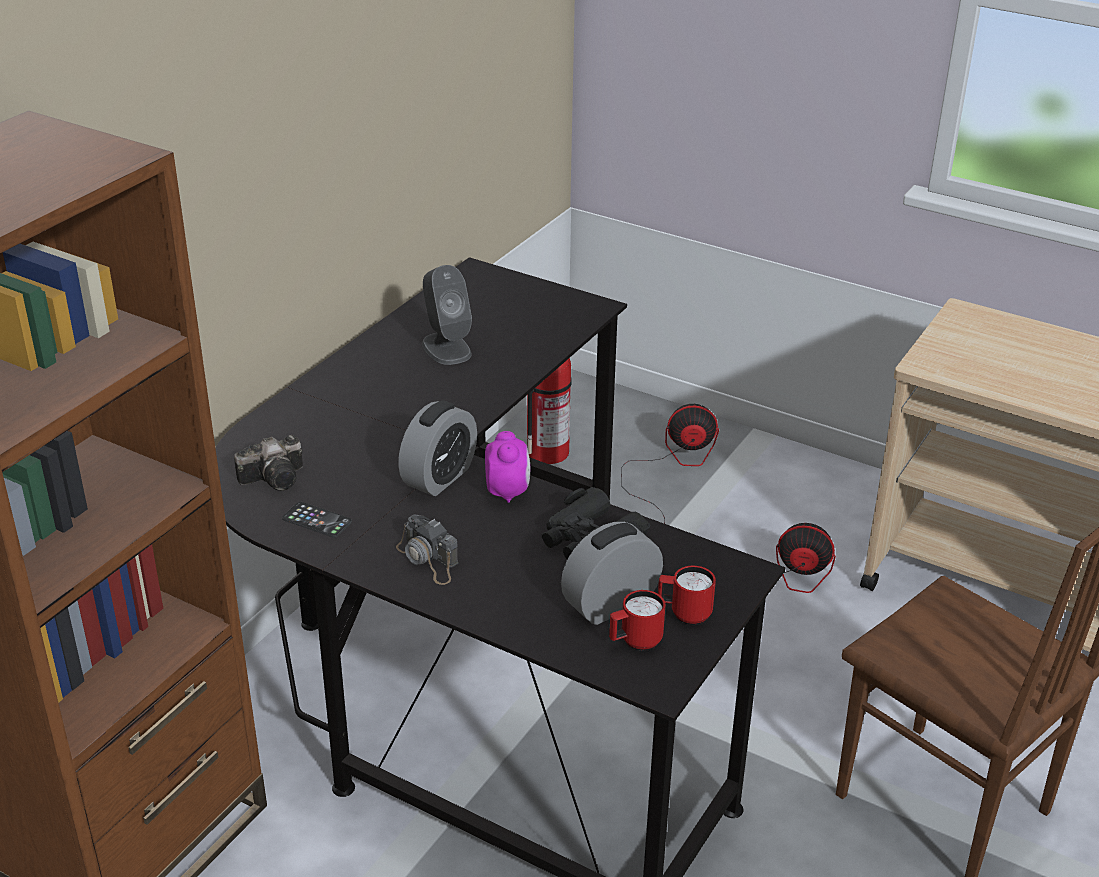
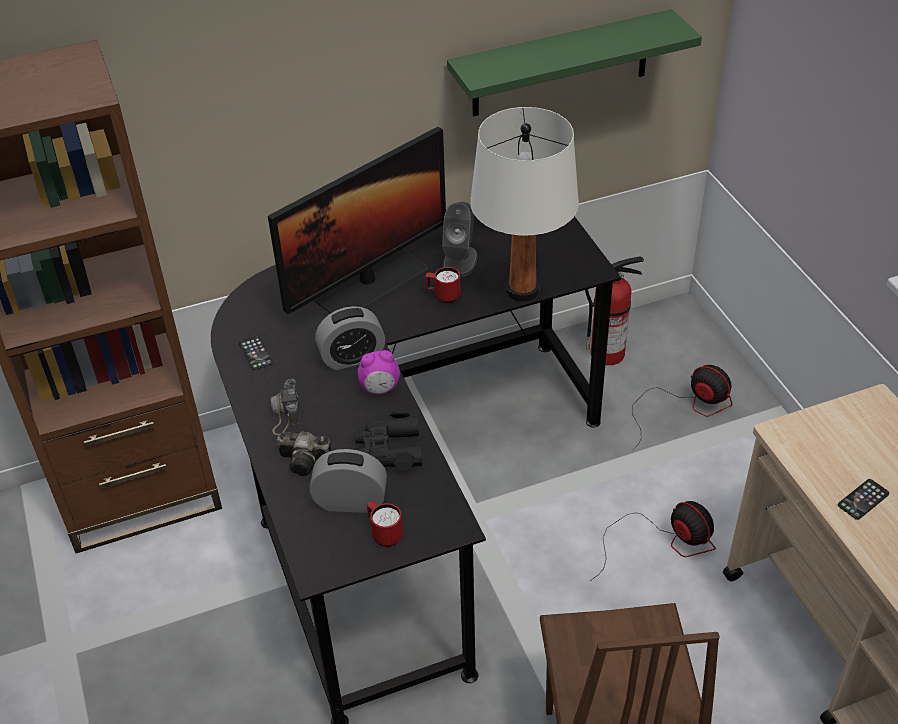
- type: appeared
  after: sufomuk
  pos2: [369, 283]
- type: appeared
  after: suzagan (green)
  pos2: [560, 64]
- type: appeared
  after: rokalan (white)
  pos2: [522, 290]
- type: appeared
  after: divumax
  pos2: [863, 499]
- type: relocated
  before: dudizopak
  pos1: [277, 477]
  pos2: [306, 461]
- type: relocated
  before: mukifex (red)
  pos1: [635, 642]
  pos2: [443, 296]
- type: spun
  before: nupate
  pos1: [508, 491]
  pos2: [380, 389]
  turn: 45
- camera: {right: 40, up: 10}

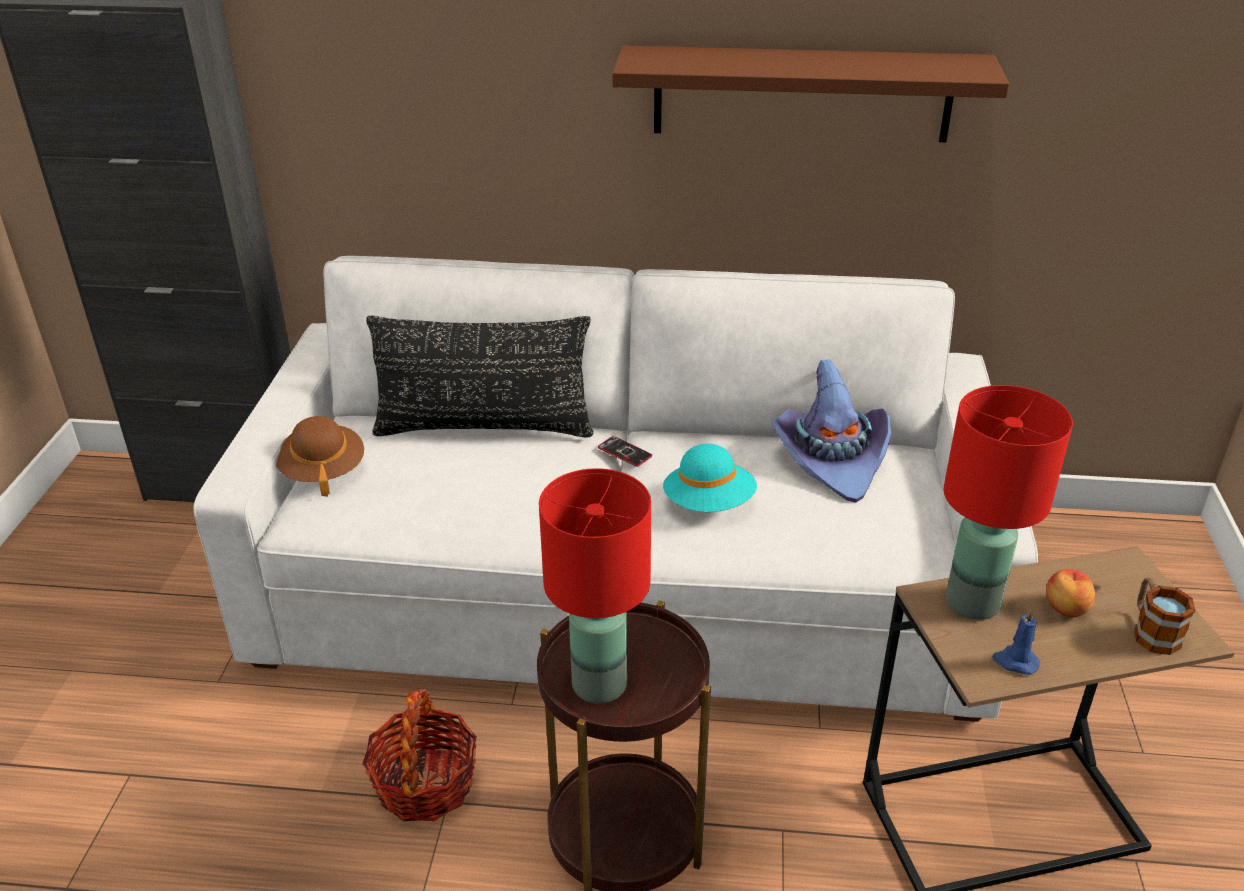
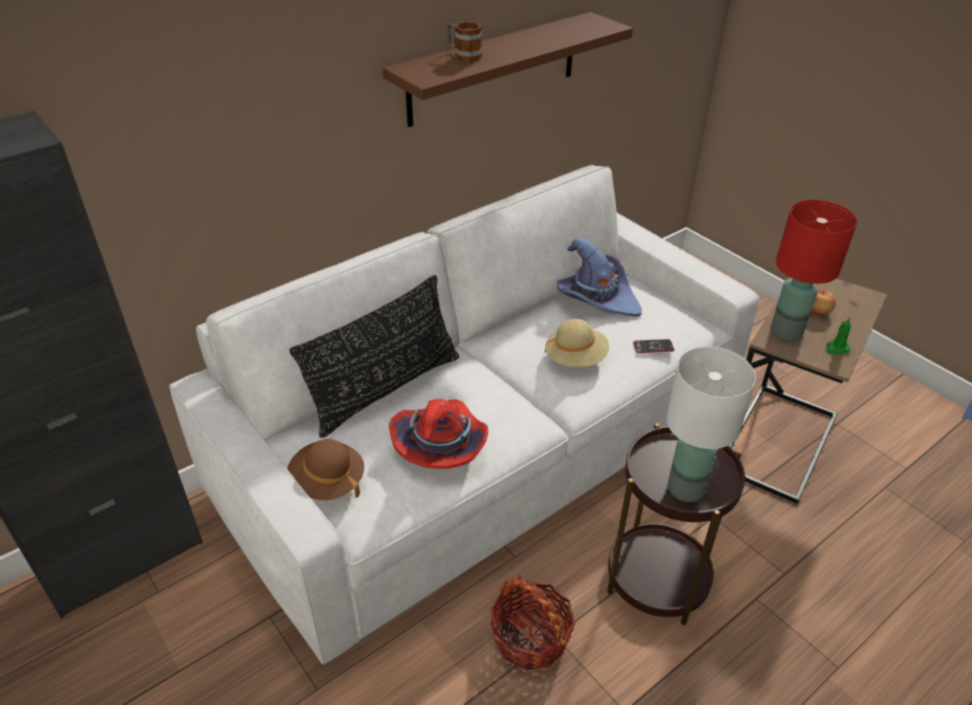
- type: appeared
  after: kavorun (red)
  pos2: [441, 443]
- type: relocated
  before: divumax
  pos1: [624, 452]
  pos2: [653, 347]
- type: relocated
  before: mukifex
  pos1: [1151, 631]
  pos2: [463, 55]
- type: colour
  before: rokalan (red)
  after: rokalan (white)
  pos1: [601, 683]
  pos2: [686, 487]
- type: colour
  before: kavorun (turquoise)
  after: kavorun (beige)
  pos1: [709, 504]
  pos2: [576, 358]
- type: colour
  before: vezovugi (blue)
  after: vezovugi (green)
  pos1: [1015, 661]
  pos2: [836, 348]
- camera: {right: -45, up: 5}

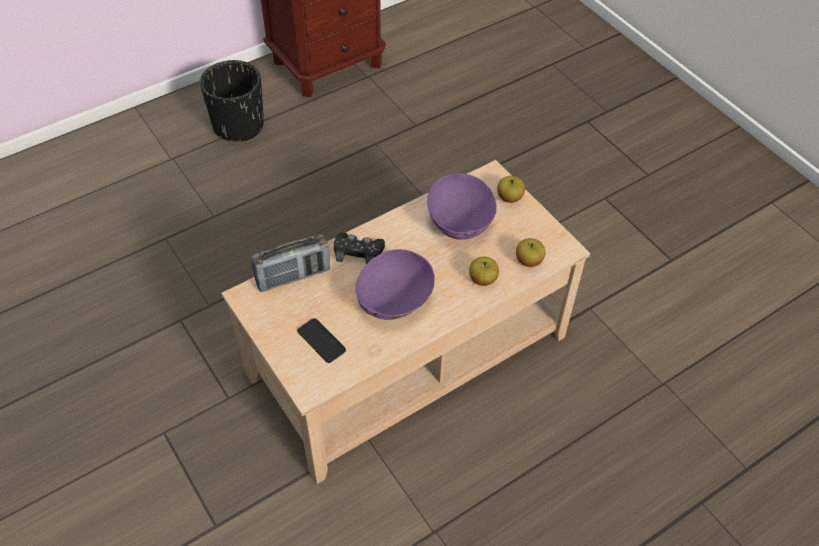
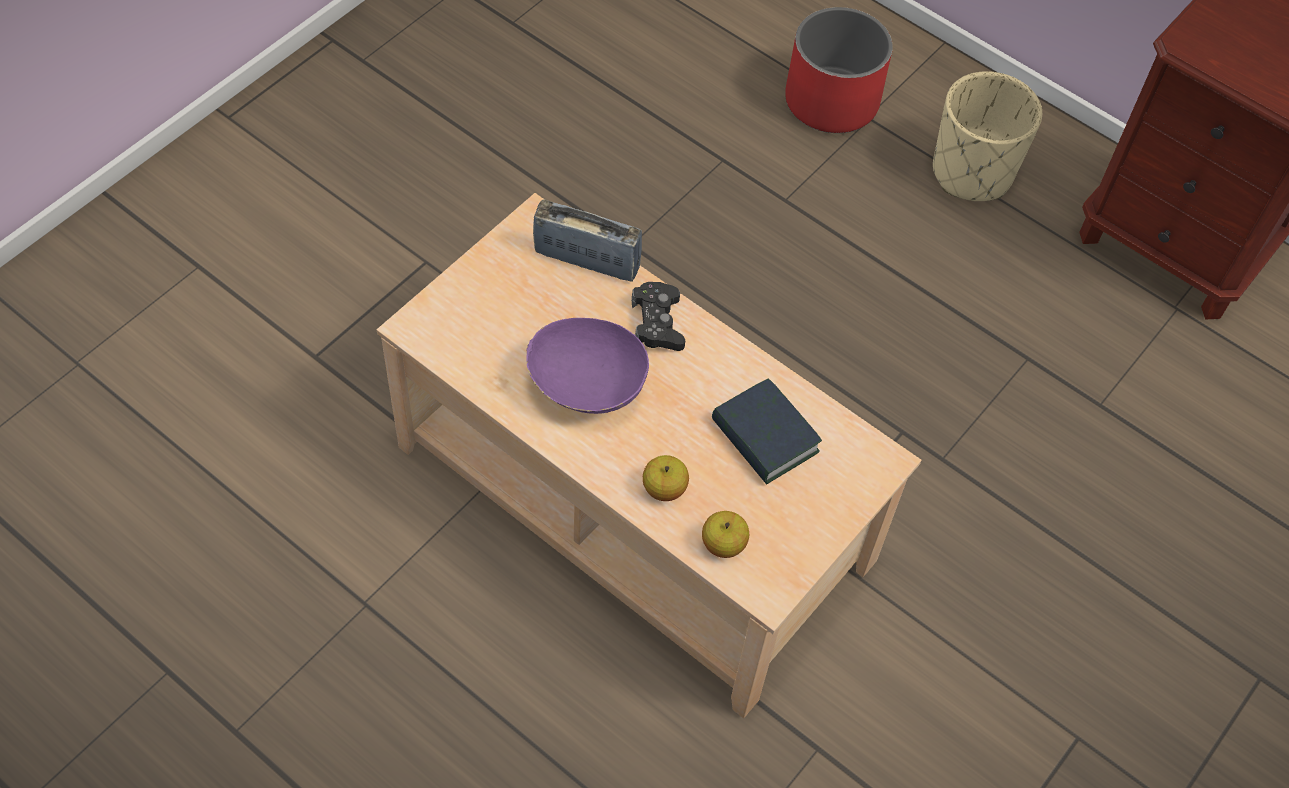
- type: missing
  before: divumax
  pos1: [321, 341]
- type: missing
  before: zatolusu
  pos1: [509, 197]
- type: appeared
  after: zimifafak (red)
  pos2: [832, 101]
- type: exchanged
  before: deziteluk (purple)
  after: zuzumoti
  pos1: [460, 222]
  pos2: [764, 437]
- type: colour
  before: zimifafak (black)
  after: zimifafak (beige)
  pos1: [239, 126]
  pos2: [972, 173]
- type: spun
  before: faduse
  pos1: [293, 277]
  pos2: [587, 260]
  turn: 150
- camera: {right: 70, up: 5}

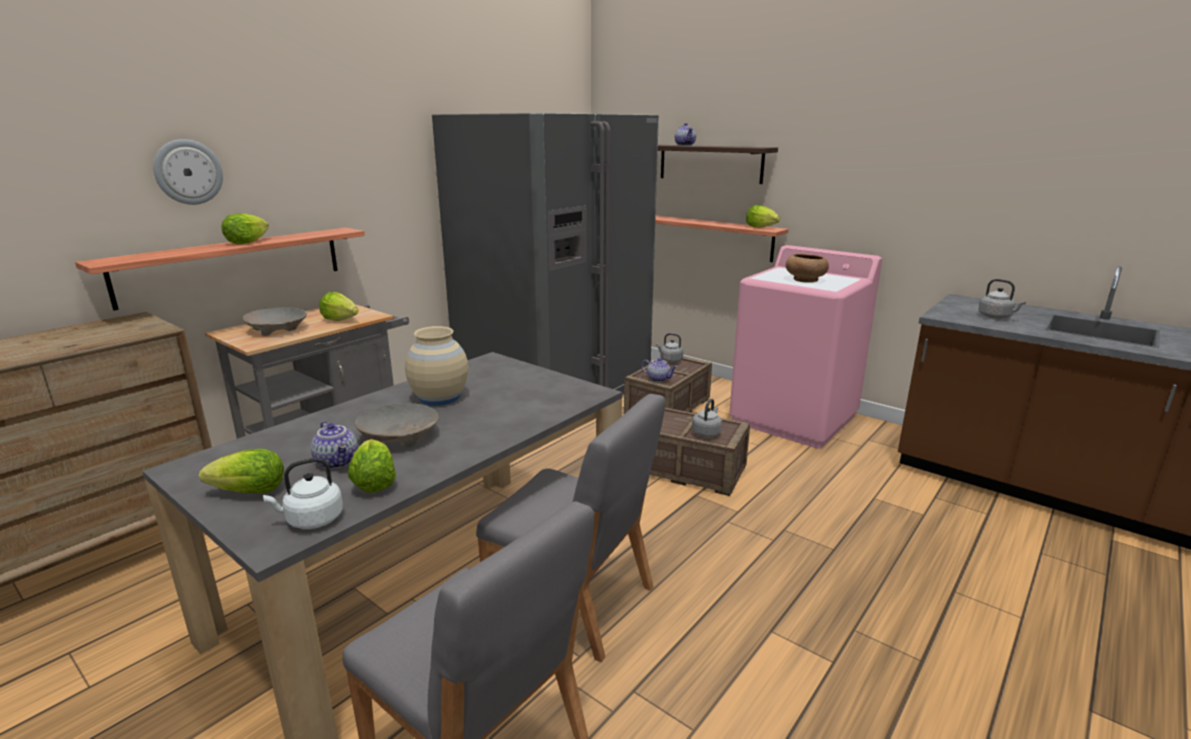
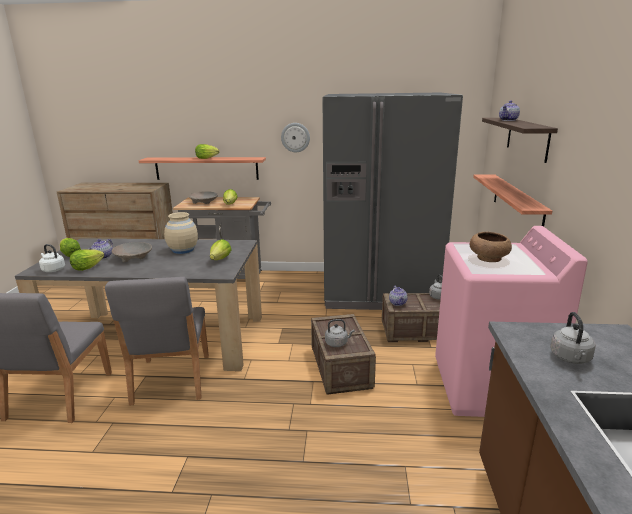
- type: relocated
  before: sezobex
  pos1: [188, 172]
  pos2: [295, 137]
- type: relocated
  before: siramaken
  pos1: [760, 227]
  pos2: [220, 259]
- camera: {right: 55, up: 0}

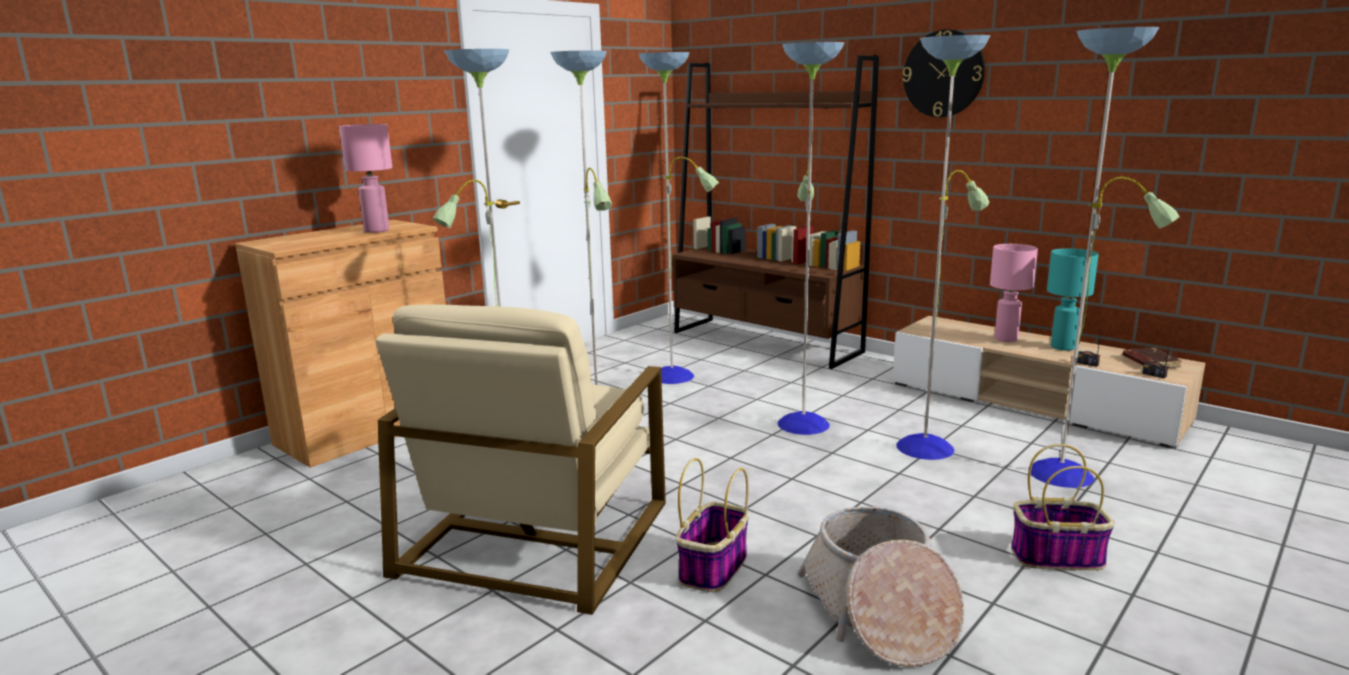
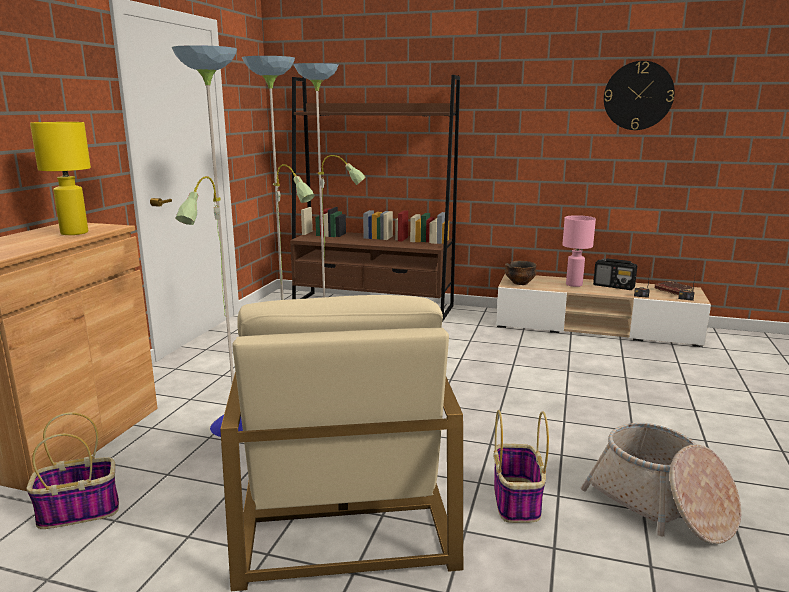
- type: missing
  before: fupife
  pos1: [926, 446]
- type: appeared
  after: deziteluk
  pos2: [520, 283]
- type: relocated
  before: sezobex
  pos1: [943, 74]
  pos2: [638, 96]
- type: relocated
  before: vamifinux
  pos1: [1057, 557]
  pos2: [80, 511]
- type: exchanged
  before: rokalan (turquoise)
  after: faduse
  pos1: [1063, 347]
  pos2: [614, 286]
- type: colour
  before: rokalan (pink)
  after: rokalan (yellow)
  pos1: [377, 230]
  pos2: [75, 233]
- camera: {right: -25, up: 0}

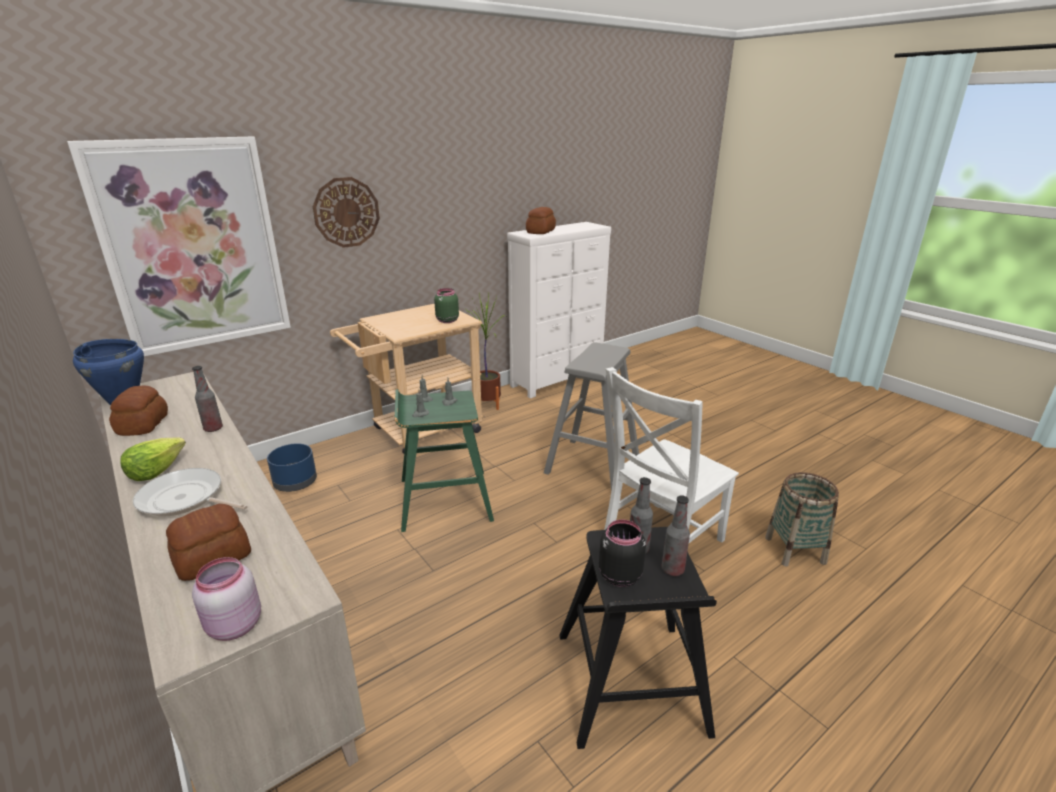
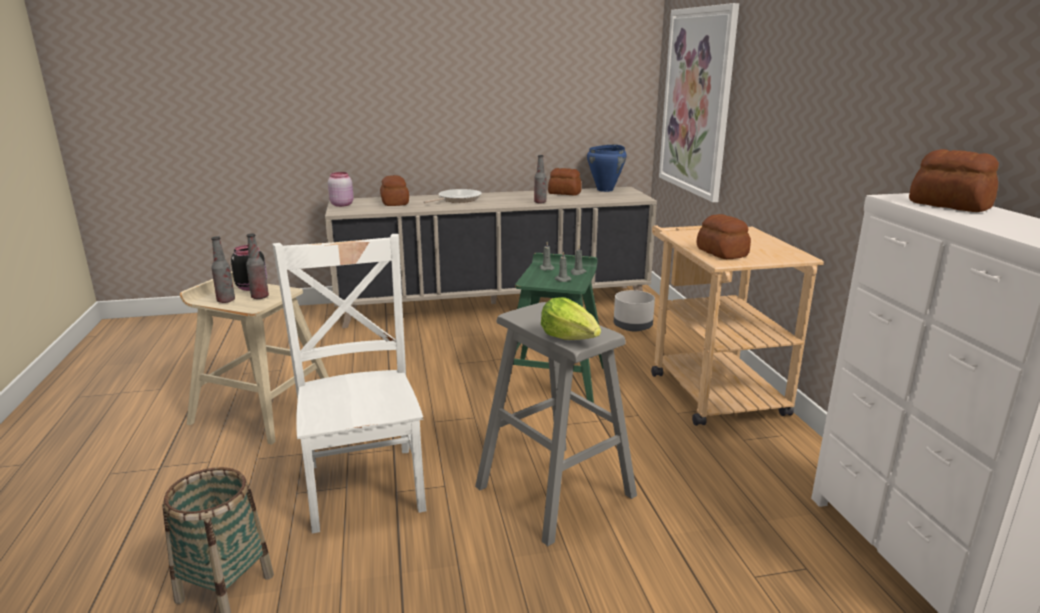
- type: missing
  before: sezobex
  pos1: [346, 212]
- type: missing
  before: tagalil
  pos1: [487, 404]
- type: relocated
  before: siramaken
  pos1: [156, 471]
  pos2: [570, 338]
- type: exchanged
  before: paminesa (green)
  after: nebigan
  pos1: [446, 321]
  pos2: [722, 253]
- type: colour
  before: zimifafak (blue)
  after: zimifafak (grey)
  pos1: [295, 482]
  pos2: [633, 326]
- type: colour
  before: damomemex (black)
  after: damomemex (beige)
  pos1: [630, 684]
  pos2: [263, 408]
- camera: {right: 115, up: -5}

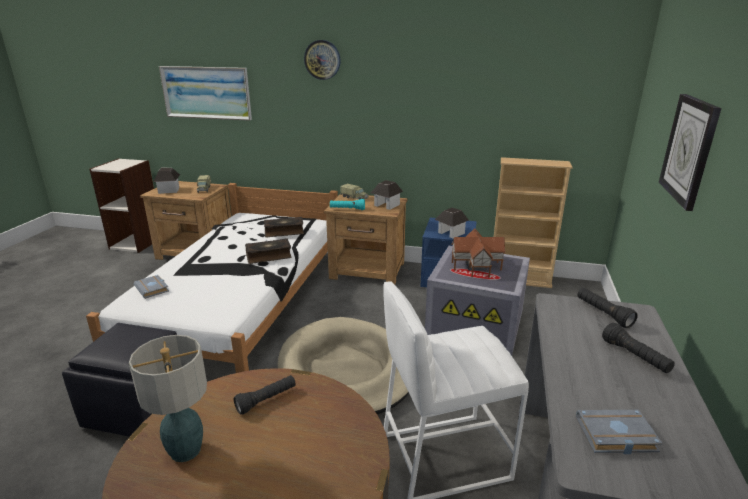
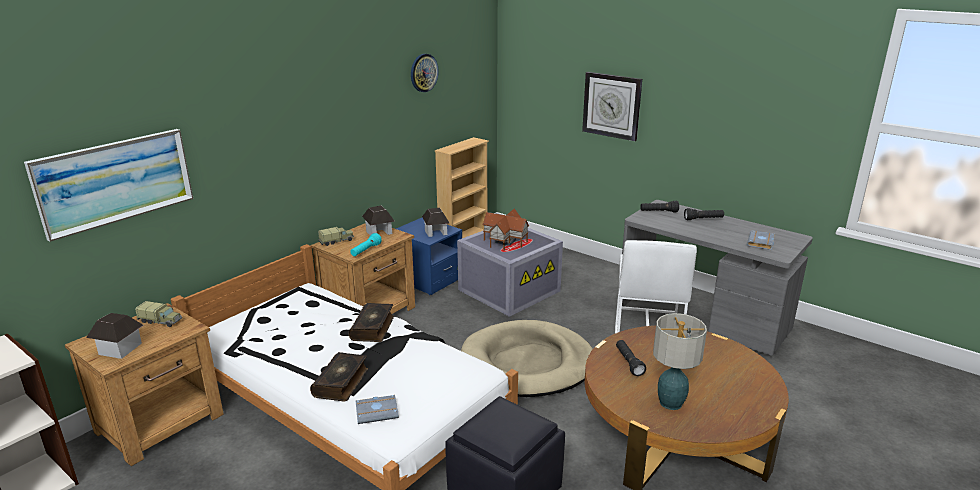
- type: relocated
  before: zuzumoti
  pos1: [284, 232]
  pos2: [342, 383]
- type: relocated
  before: sezobex
  pos1: [322, 60]
  pos2: [423, 72]
- camera: {right: -65, up: 0}

